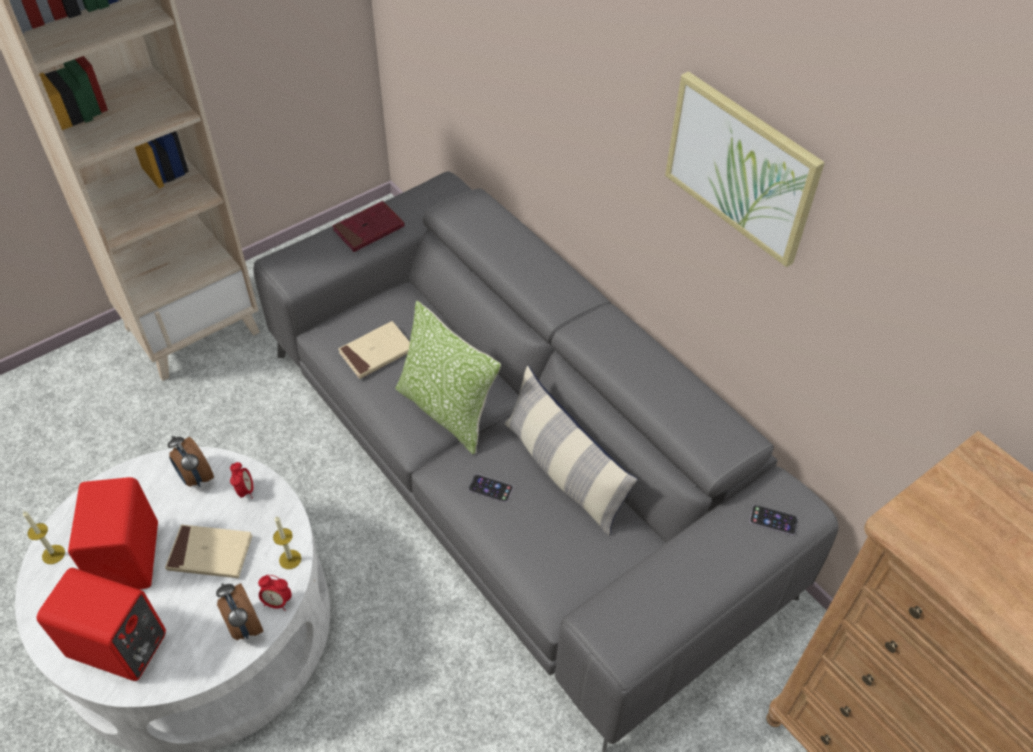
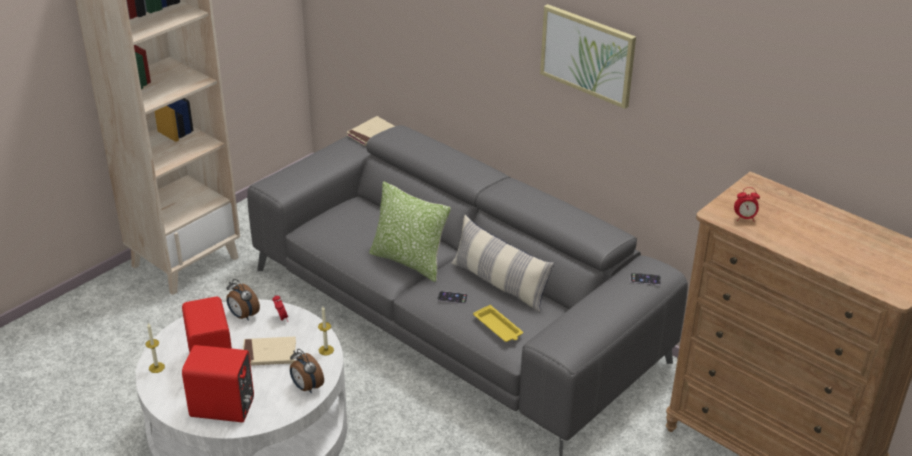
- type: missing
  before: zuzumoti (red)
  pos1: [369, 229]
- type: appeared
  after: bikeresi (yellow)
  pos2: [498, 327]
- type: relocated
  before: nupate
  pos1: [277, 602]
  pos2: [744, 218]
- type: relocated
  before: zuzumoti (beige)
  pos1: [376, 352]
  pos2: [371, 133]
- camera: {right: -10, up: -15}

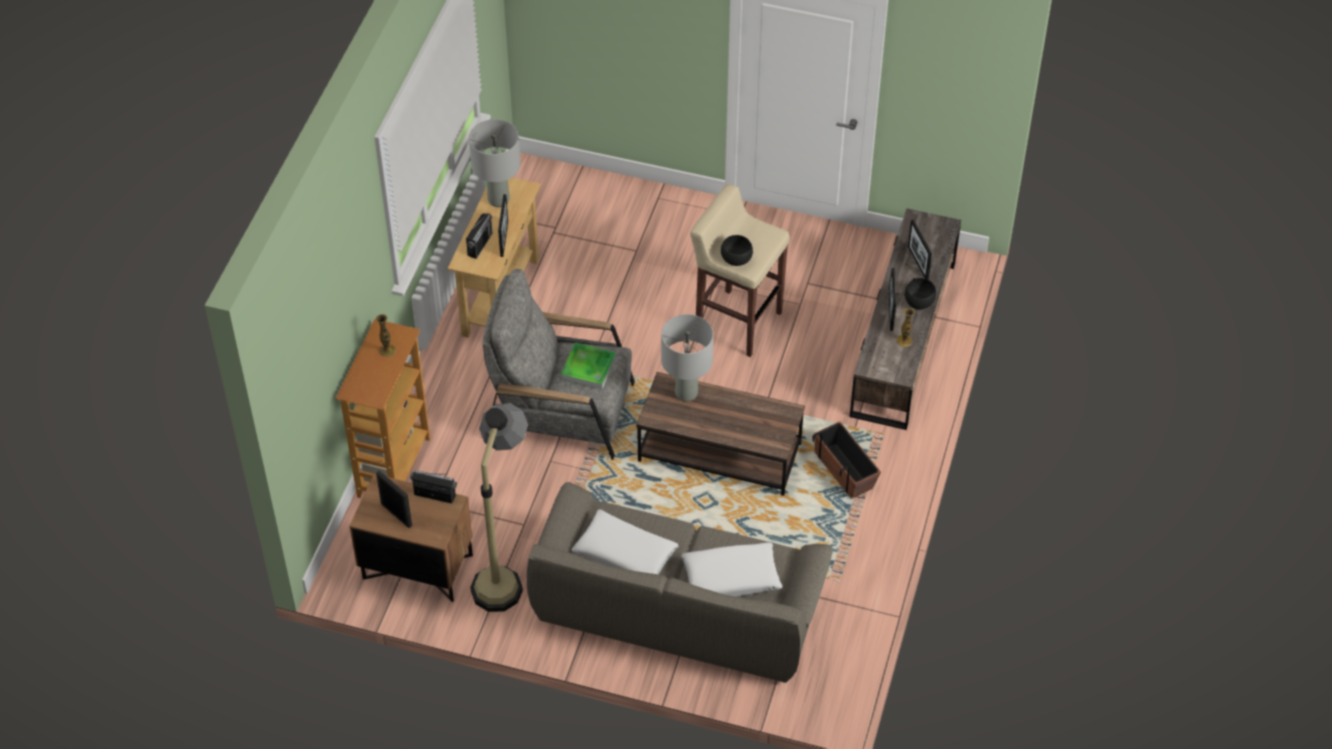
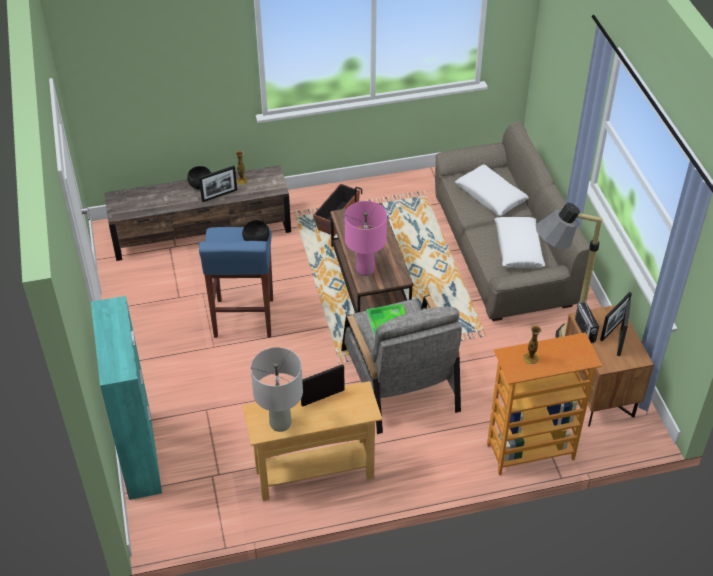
- type: missing
  before: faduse
  pos1: [480, 244]
- type: appeared
  after: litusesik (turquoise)
  pos2: [140, 454]
- type: relocated
  before: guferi
  pos1: [918, 263]
  pos2: [613, 328]
- type: colour
  before: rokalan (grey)
  after: rokalan (pink)
  pos1: [687, 393]
  pos2: [365, 270]
- type: colour
  before: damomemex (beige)
  after: damomemex (blue)
  pos1: [737, 322]
  pos2: [243, 319]
- camera: {right: -120, up: -5}

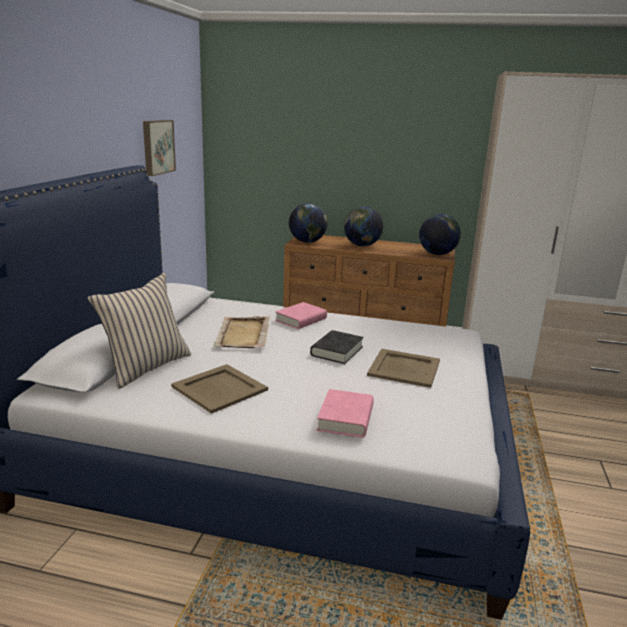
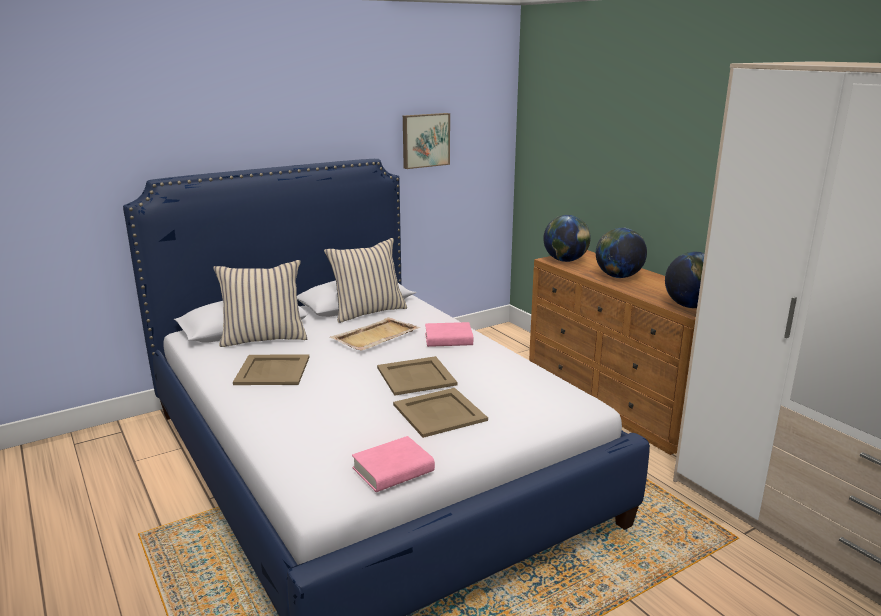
- type: appeared
  after: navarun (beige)
  pos2: [367, 312]
- type: relocated
  before: zuzumoti (pink)
  pos1: [345, 418]
  pos2: [393, 470]
- type: exchanged
  before: zuzumoti (black)
  after: bikeresi (beige)
  pos1: [337, 351]
  pos2: [415, 376]
- camera: {right: 45, up: 0}

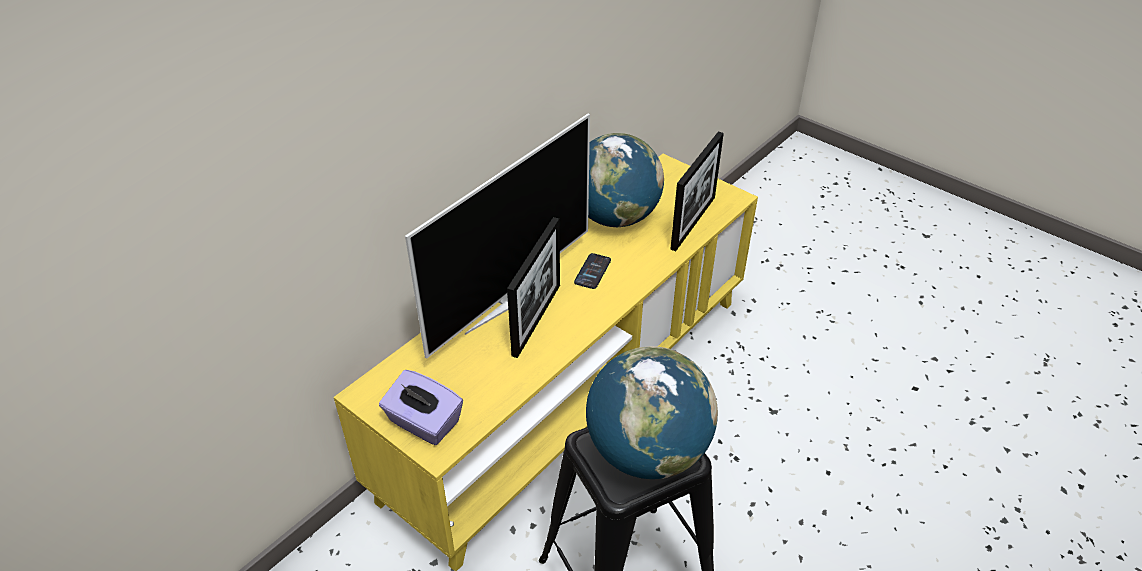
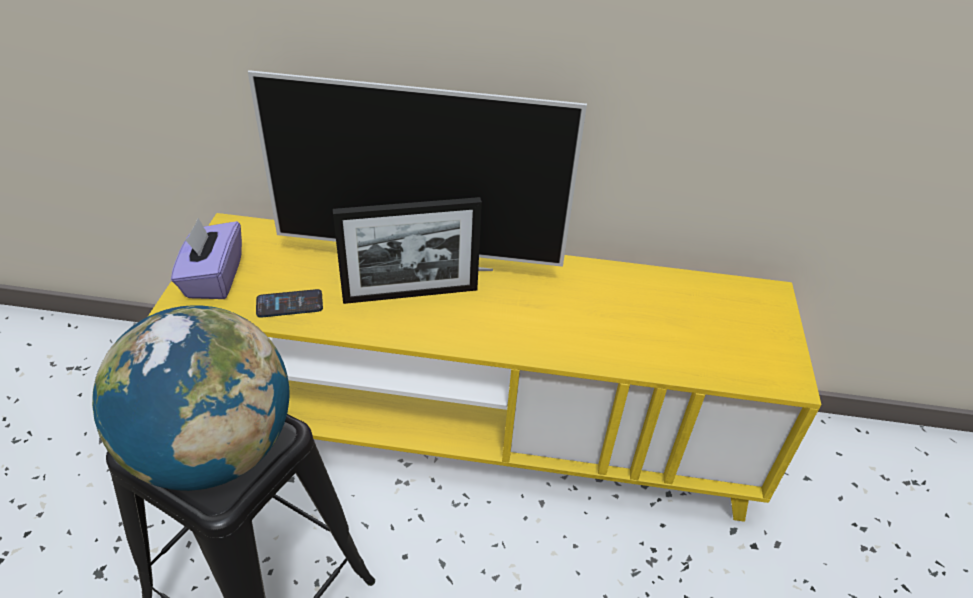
- type: missing
  before: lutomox
  pos1: [615, 217]
- type: missing
  before: guferi
  pos1: [693, 223]
- type: relocated
  before: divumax
  pos1: [592, 271]
  pos2: [289, 304]
- camera: {right: 55, up: 0}

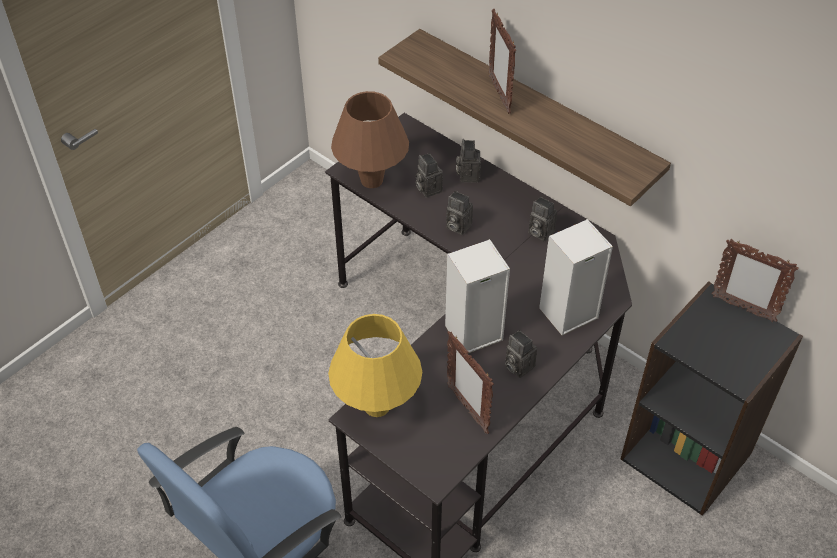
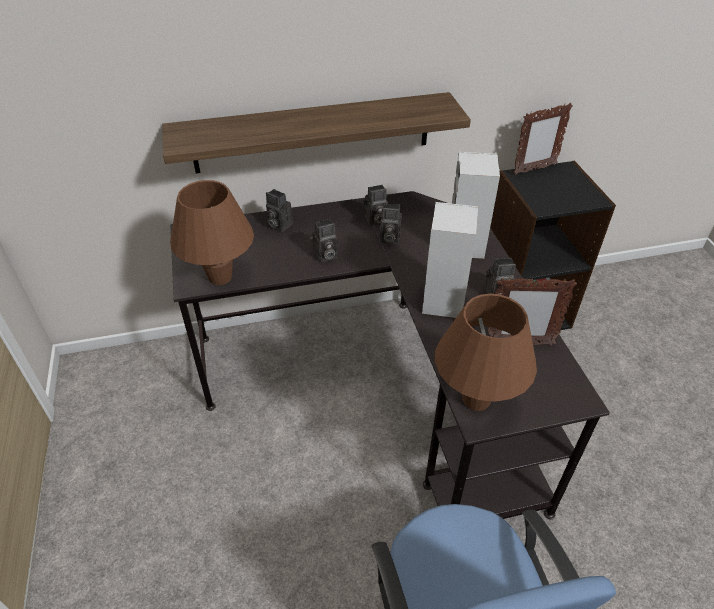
- type: missing
  before: guferi
  pos1: [499, 94]
- type: relocated
  before: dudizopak
  pos1: [427, 188]
  pos2: [388, 239]
- type: colour
  before: rokalan (yellow)
  after: rokalan (brown)
  pos1: [377, 405]
  pos2: [476, 399]
- camera: {right: -55, up: -5}

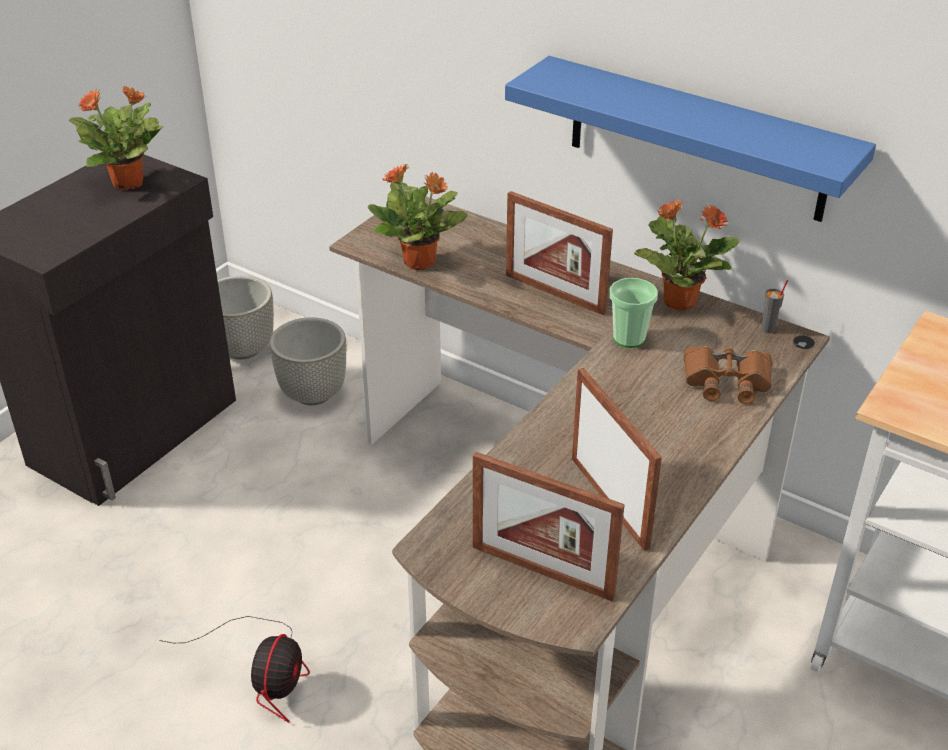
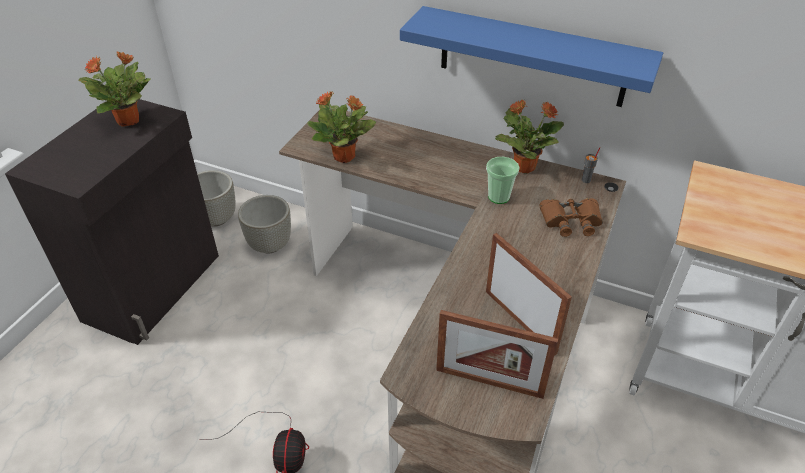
- type: missing
  before: guferi
  pos1: [554, 293]
- camera: {right: -10, up: 5}

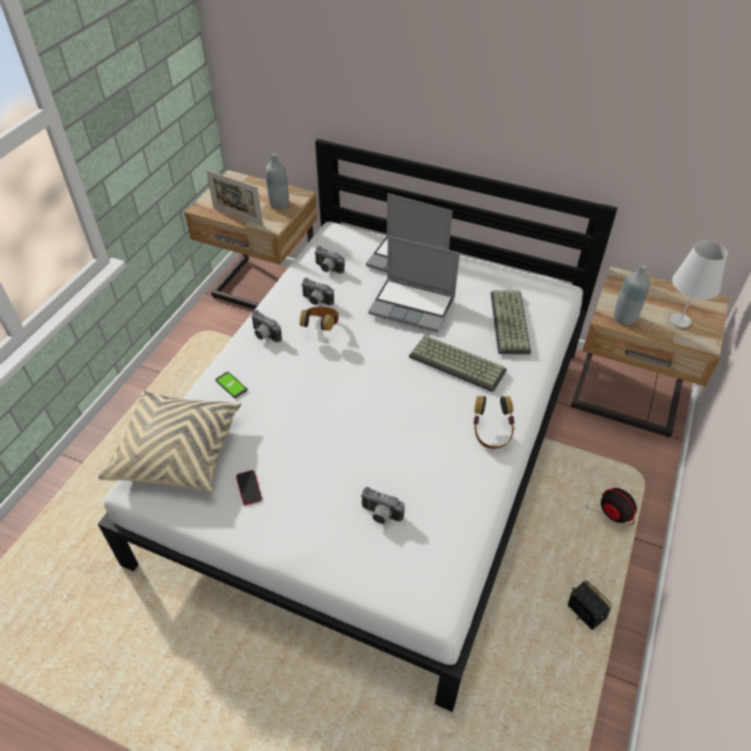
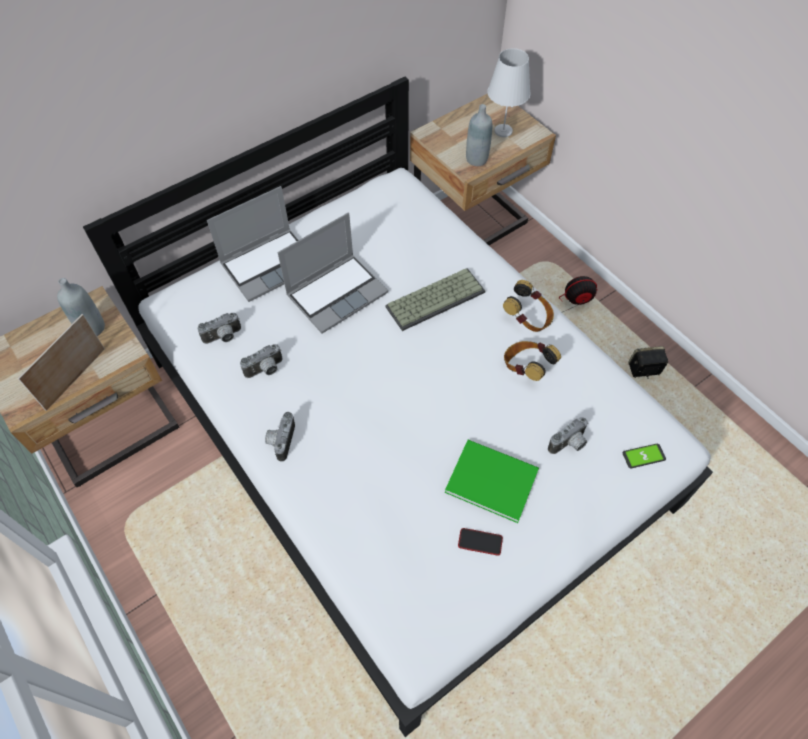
- type: missing
  before: navarun (beige)
  pos1: [177, 451]
- type: missing
  before: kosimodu
  pos1: [511, 323]
- type: appeared
  after: zuzumoti (green)
  pos2: [490, 478]
- type: relocated
  before: divumax
  pos1: [231, 385]
  pos2: [643, 456]
- type: relocated
  before: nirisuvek
  pos1: [321, 328]
  pos2: [526, 368]
- type: spun
  before: guferi
  pos1: [237, 216]
  pos2: [76, 379]
  turn: 150
- type: spun
  before: dudizopak
  pos1: [264, 336]
  pos2: [280, 441]
  turn: 120
- camera: {right: -60, up: 10}

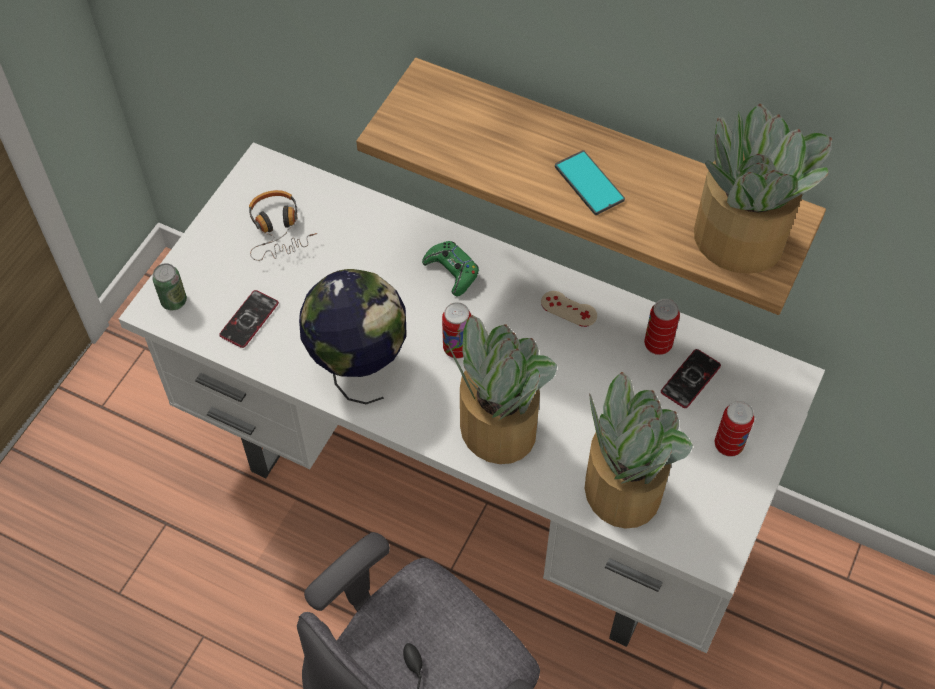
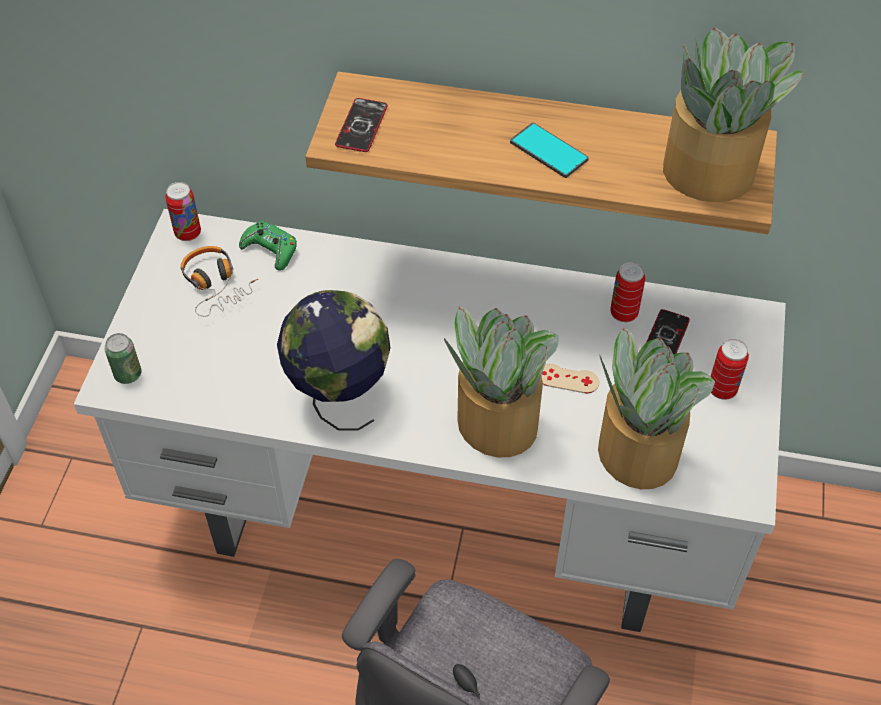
- type: relocated
  before: divumax
  pos1: [249, 319]
  pos2: [361, 126]
- type: relocated
  before: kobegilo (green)
  pos1: [452, 271]
  pos2: [270, 250]
- type: relocated
  before: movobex
  pos1: [457, 348]
  pos2: [188, 233]
- type: relocated
  before: kobegilo (beige)
  pos1: [568, 309]
  pos2: [568, 379]
- camera: {right: -15, up: -5}

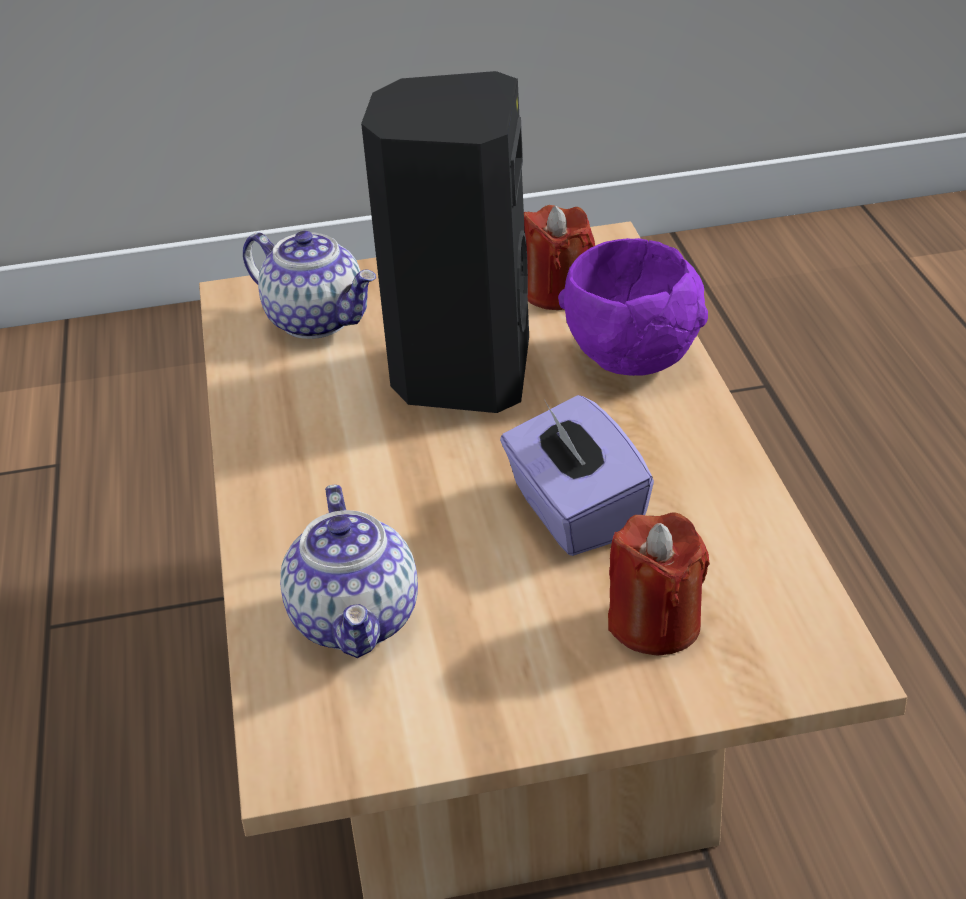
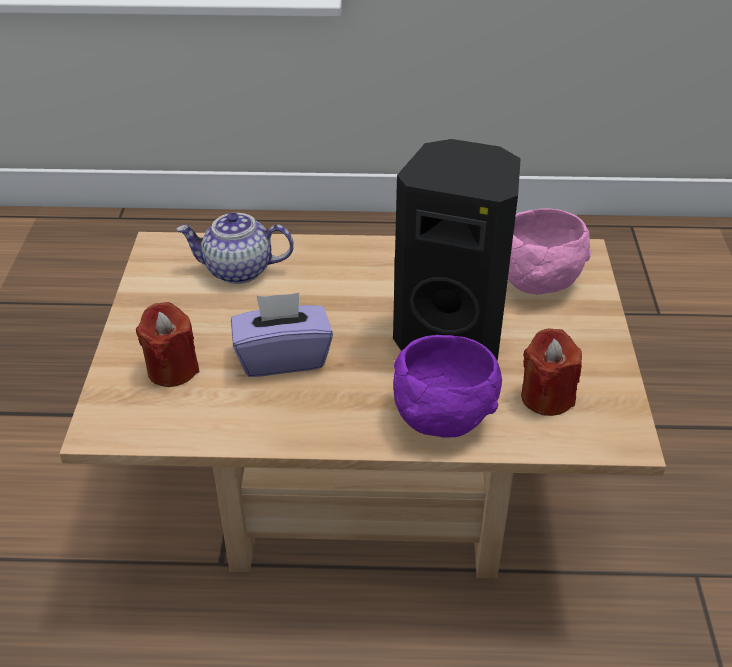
- type: exchanged
  before: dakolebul
  after: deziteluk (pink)
  pos1: [317, 320]
  pos2: [538, 281]
- camera: {right: 100, up: 5}

